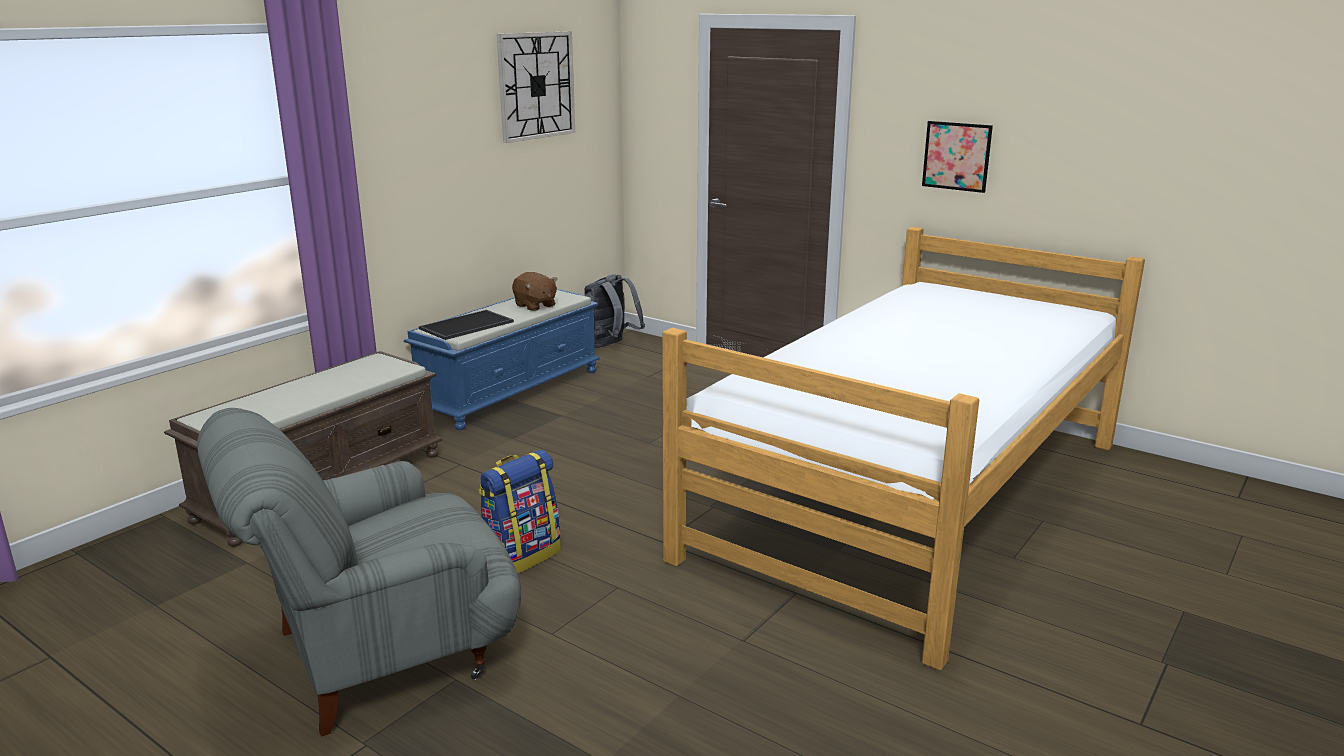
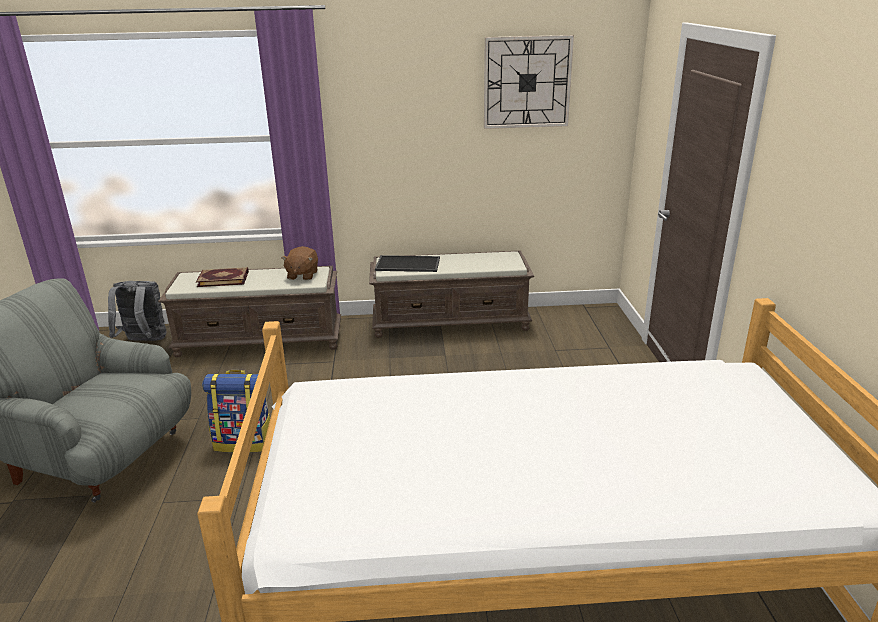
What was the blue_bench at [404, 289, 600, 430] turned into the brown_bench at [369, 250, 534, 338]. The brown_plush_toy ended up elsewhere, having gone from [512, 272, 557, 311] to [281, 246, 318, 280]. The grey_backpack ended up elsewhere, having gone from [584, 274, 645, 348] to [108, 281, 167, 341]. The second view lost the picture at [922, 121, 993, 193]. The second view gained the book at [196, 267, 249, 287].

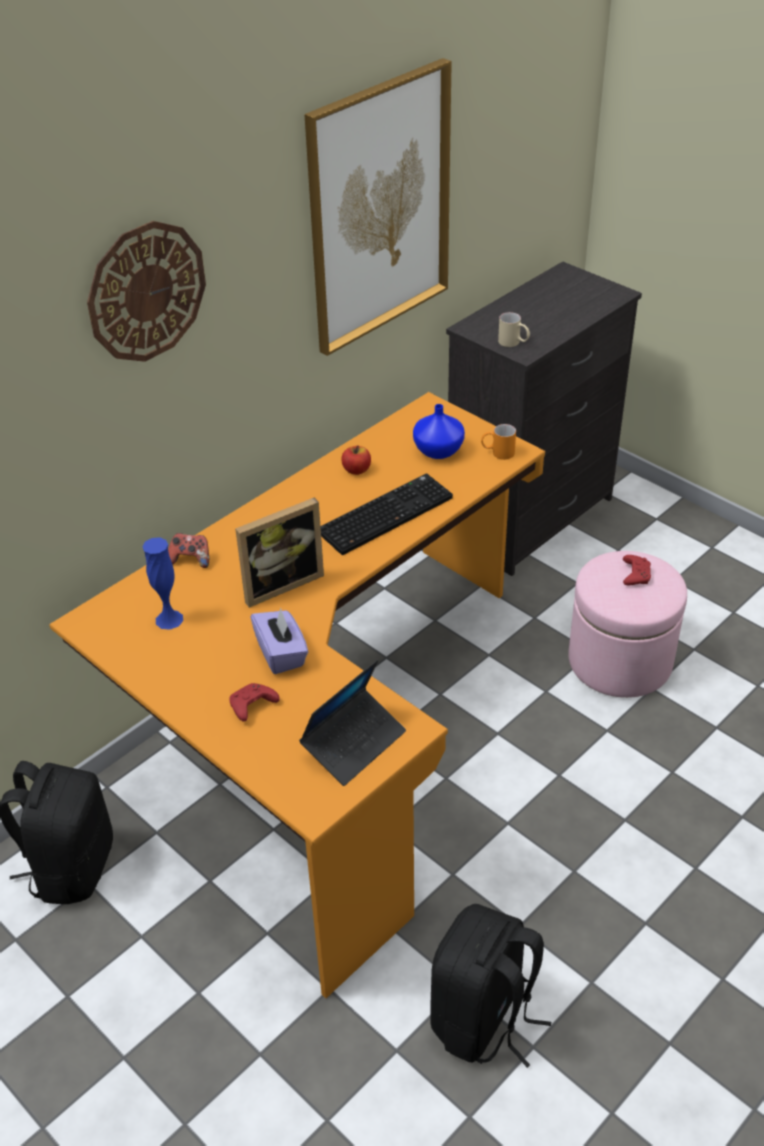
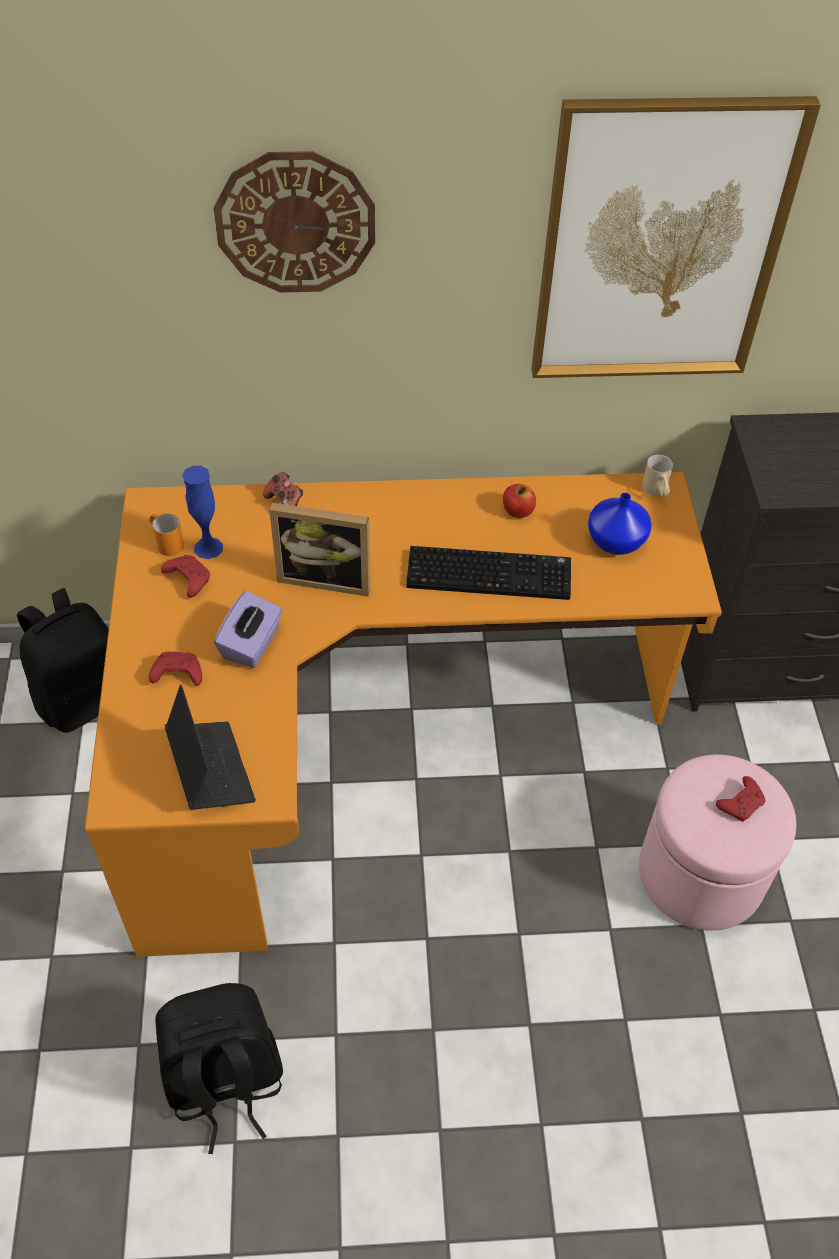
The laptop at [299, 660, 406, 786] ended up facing another way, 105 degrees counterclockwise from before. The orange_mug ended up elsewhere, having gone from [481, 424, 516, 460] to [149, 514, 184, 556]. The beige_mug ended up elsewhere, having gone from [498, 312, 530, 347] to [642, 455, 673, 497]. The second view gained the red_game_controller at [161, 555, 210, 598].

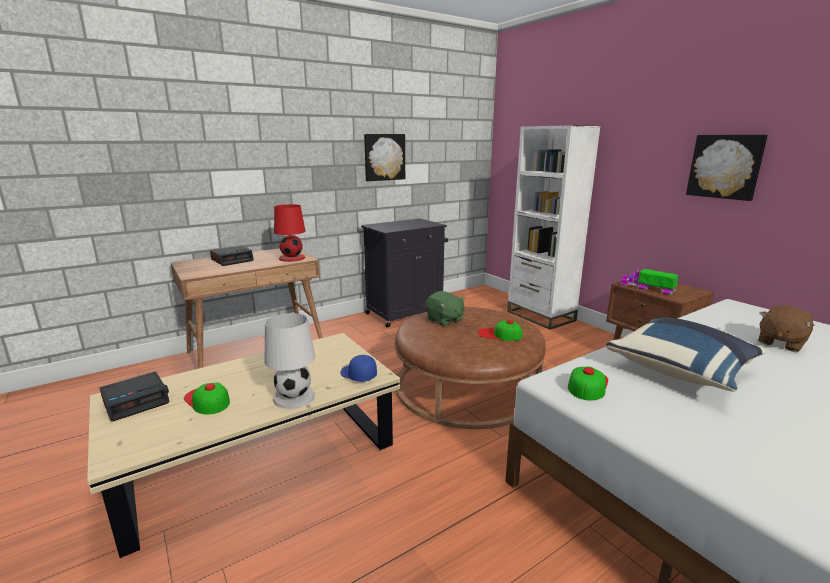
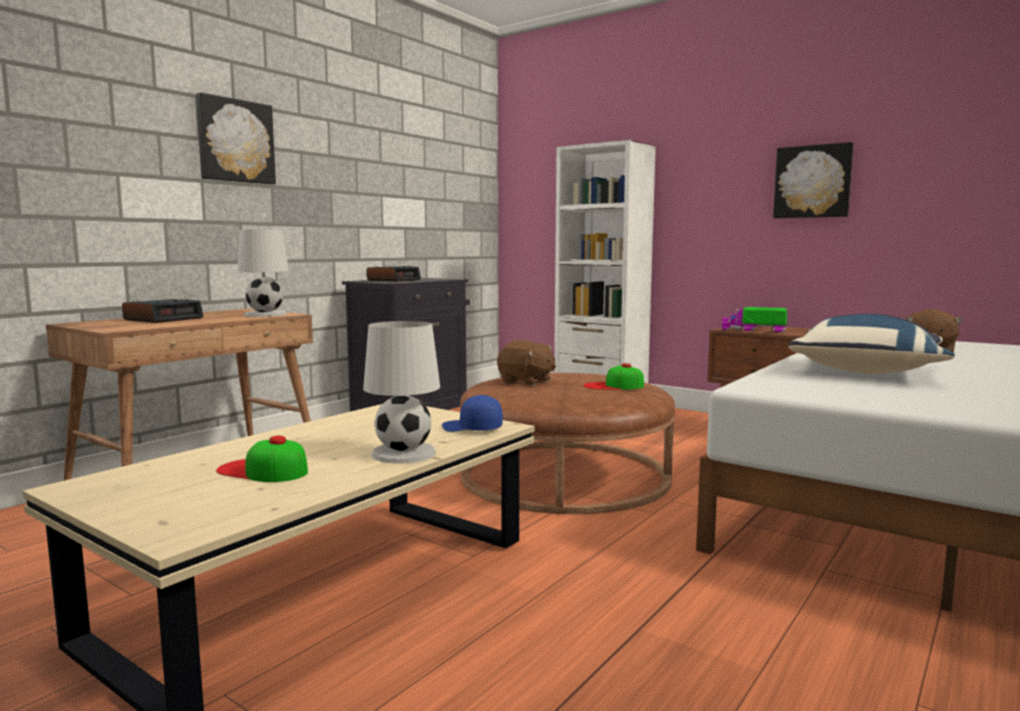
The alarm_clock ended up elsewhere, having gone from [100, 371, 170, 421] to [367, 266, 421, 281]. What was the red_table_lamp at [274, 204, 305, 262] turned into the white_table_lamp at [238, 230, 289, 317]. The picture ended up elsewhere, having gone from [364, 134, 405, 181] to [196, 92, 276, 184]. What was the green_plush_toy at [425, 291, 465, 326] turned into the brown_plush_toy at [497, 340, 556, 386]. The second view lost the cap at [568, 367, 608, 401].

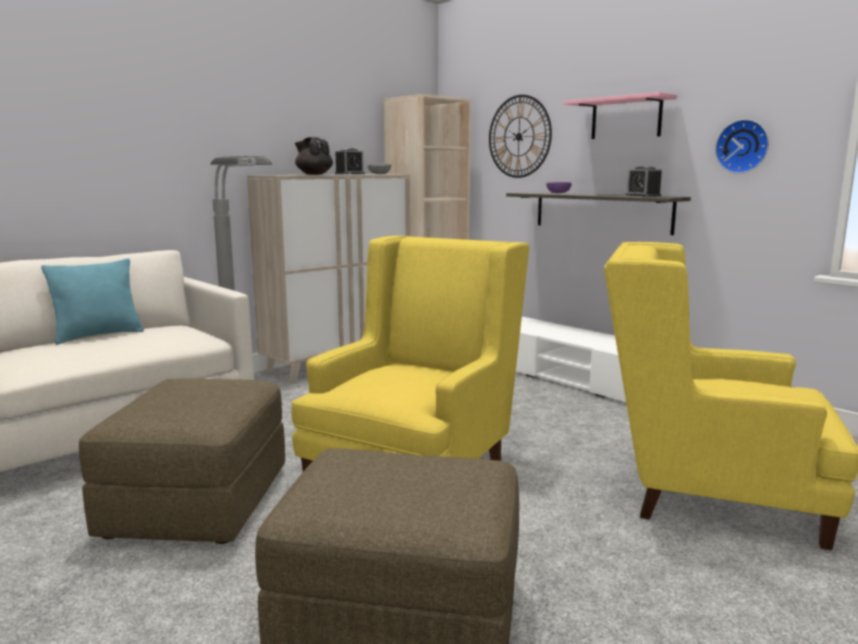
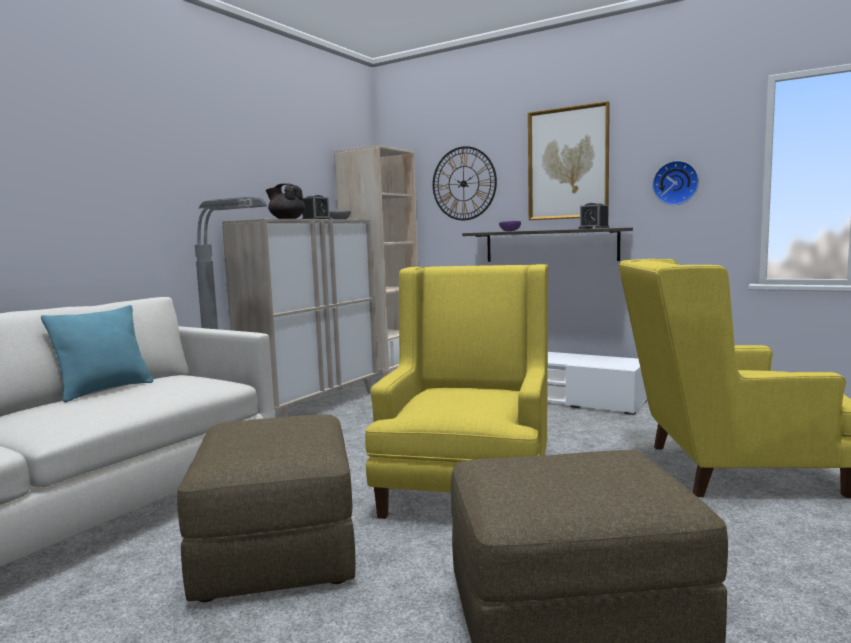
Where the pink_shelf hung at [564, 92, 677, 139], the picture came to hang at [528, 101, 610, 220].

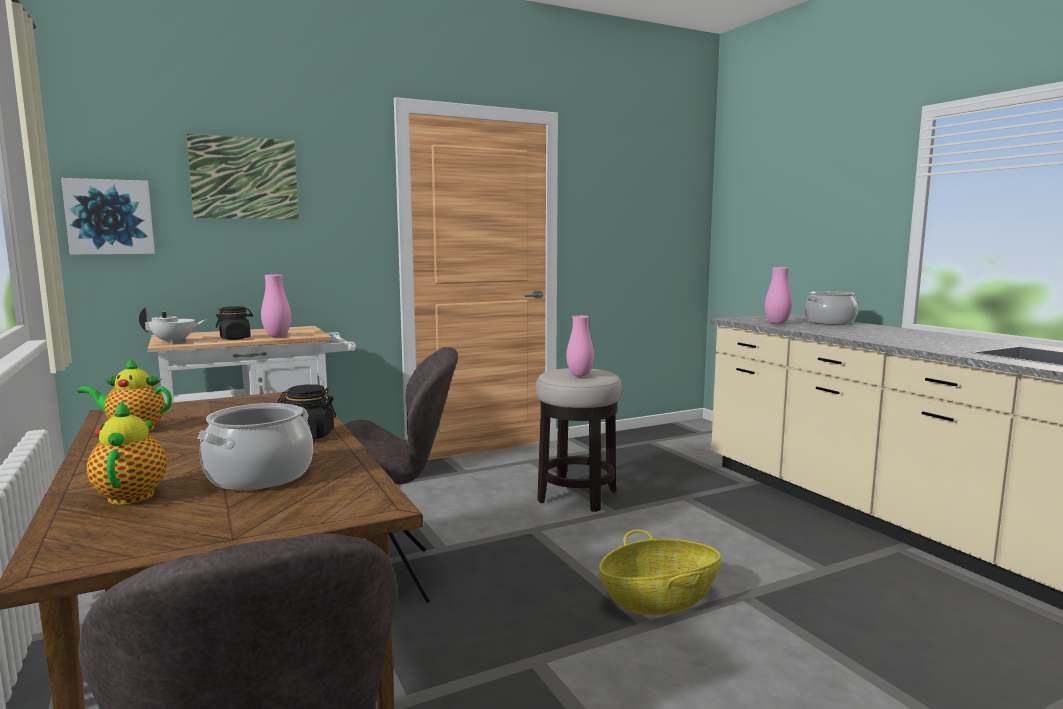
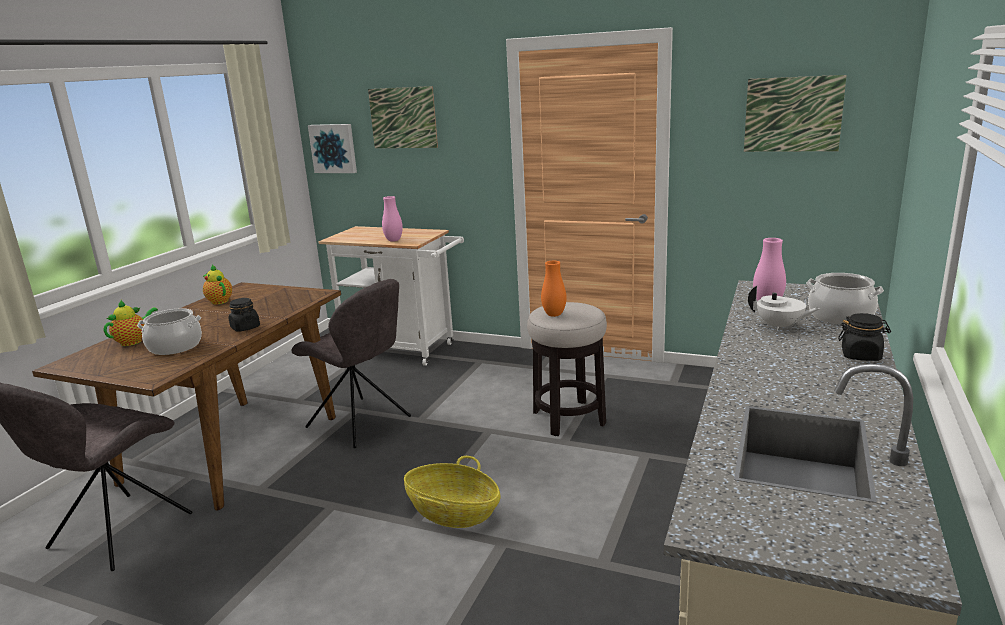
The white_teapot ended up elsewhere, having gone from [139, 307, 207, 344] to [748, 286, 820, 331]. The black_jar ended up elsewhere, having gone from [216, 306, 253, 340] to [838, 313, 891, 361]. What was the pink_vase at [566, 315, 594, 377] turned into the orange_vase at [541, 261, 566, 317]. The second view gained the picture at [744, 75, 846, 152].

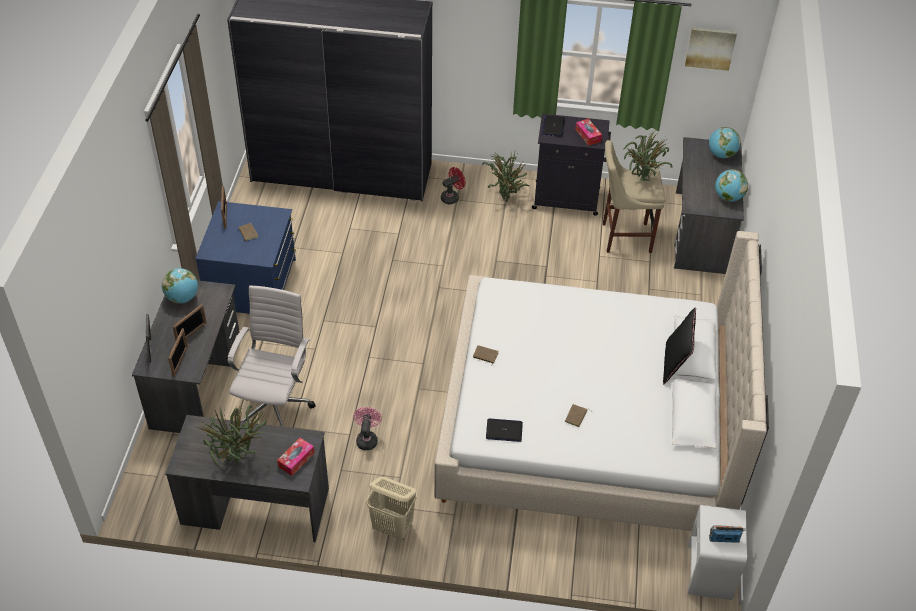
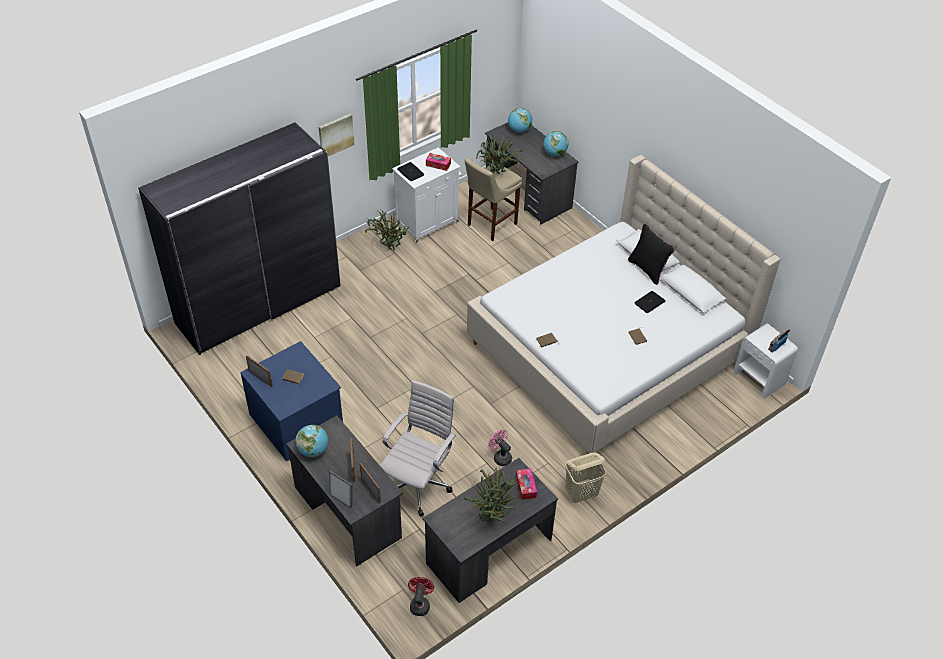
The white_office_chair at [228, 285, 316, 427] ended up facing another way, 60 degrees clockwise from before. The red_fan ended up elsewhere, having gone from [441, 167, 466, 204] to [408, 577, 434, 616]. The laptop ended up elsewhere, having gone from [486, 418, 523, 442] to [634, 291, 665, 313]. What was the black_cabinet at [532, 114, 611, 216] turned into the white_cabinet at [392, 148, 462, 244]. The picture ended up elsewhere, having gone from [685, 27, 737, 71] to [319, 114, 354, 156].

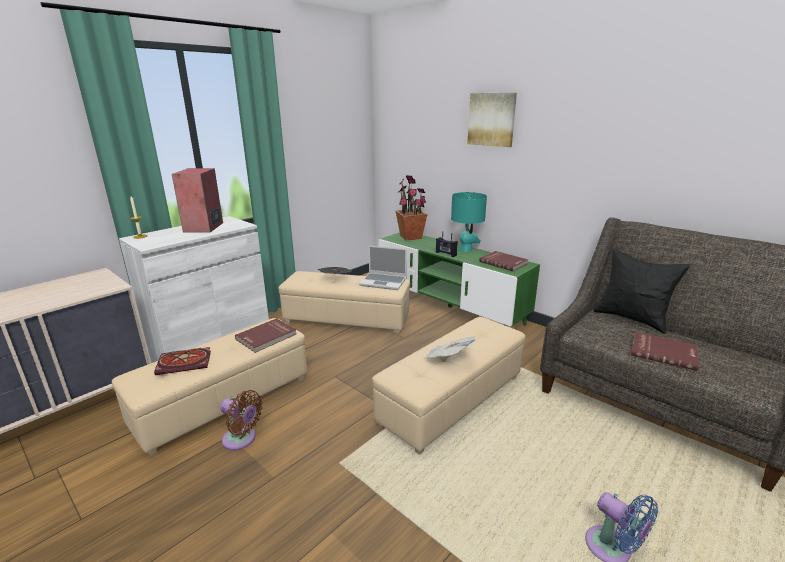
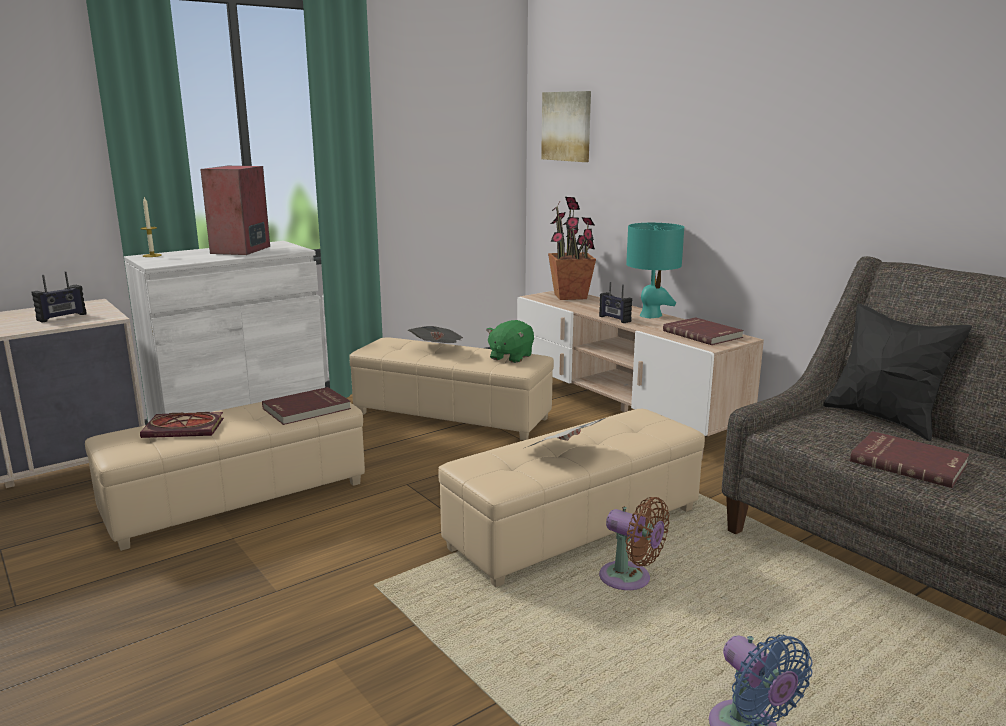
The brown_fan ended up elsewhere, having gone from [220, 390, 262, 450] to [599, 497, 669, 590]. Where the laptop stood at [359, 245, 407, 290], the green_plush_toy came to stand at [486, 320, 534, 363]. What was the green_tv_stand at [378, 233, 540, 327] turned into the beige_tv_stand at [517, 291, 764, 459]. The picture ended up elsewhere, having gone from [467, 93, 517, 147] to [541, 91, 591, 162]. The second view gained the radio at [32, 272, 86, 322].

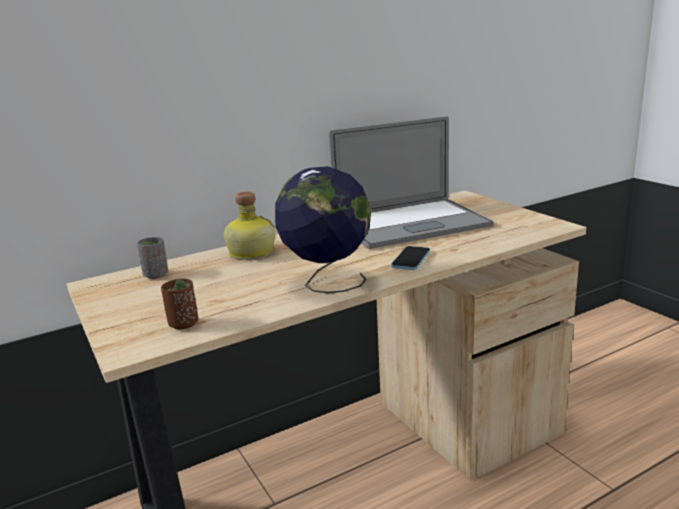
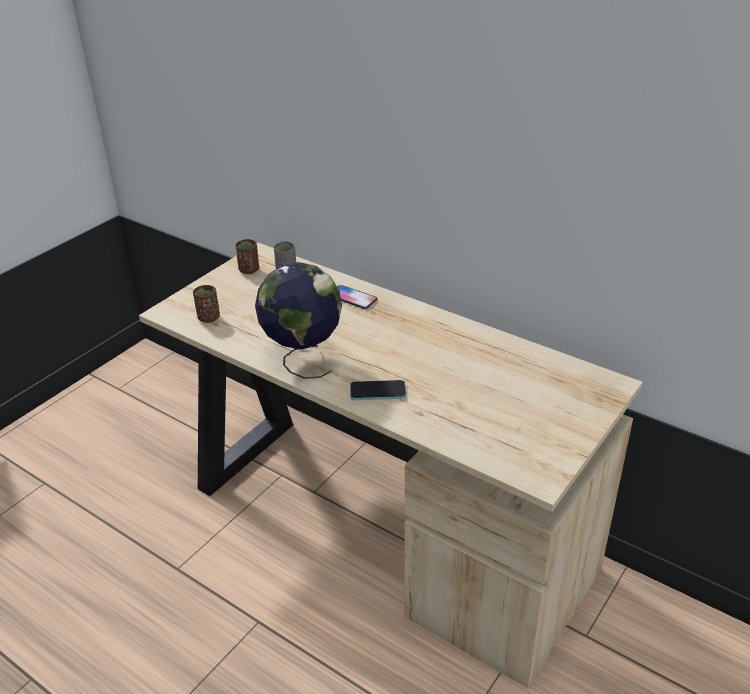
Where the bottle stood at [224, 192, 275, 260], the phone came to stand at [338, 285, 378, 309]. The second view lost the laptop at [329, 116, 494, 249]. The second view gained the brown_cup at [236, 239, 259, 274].

